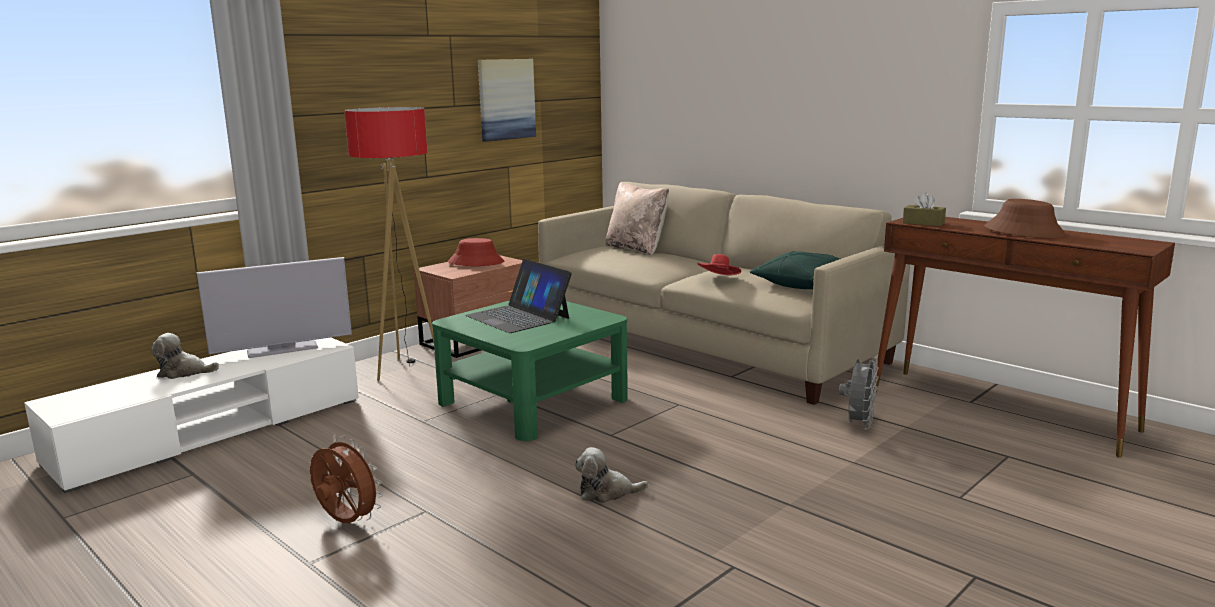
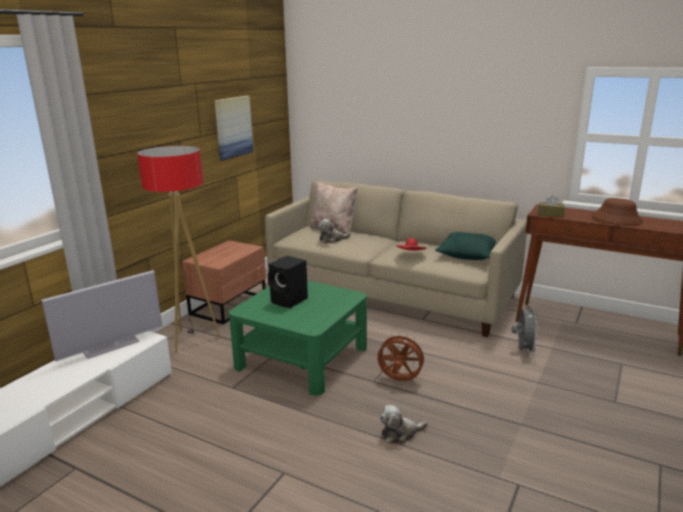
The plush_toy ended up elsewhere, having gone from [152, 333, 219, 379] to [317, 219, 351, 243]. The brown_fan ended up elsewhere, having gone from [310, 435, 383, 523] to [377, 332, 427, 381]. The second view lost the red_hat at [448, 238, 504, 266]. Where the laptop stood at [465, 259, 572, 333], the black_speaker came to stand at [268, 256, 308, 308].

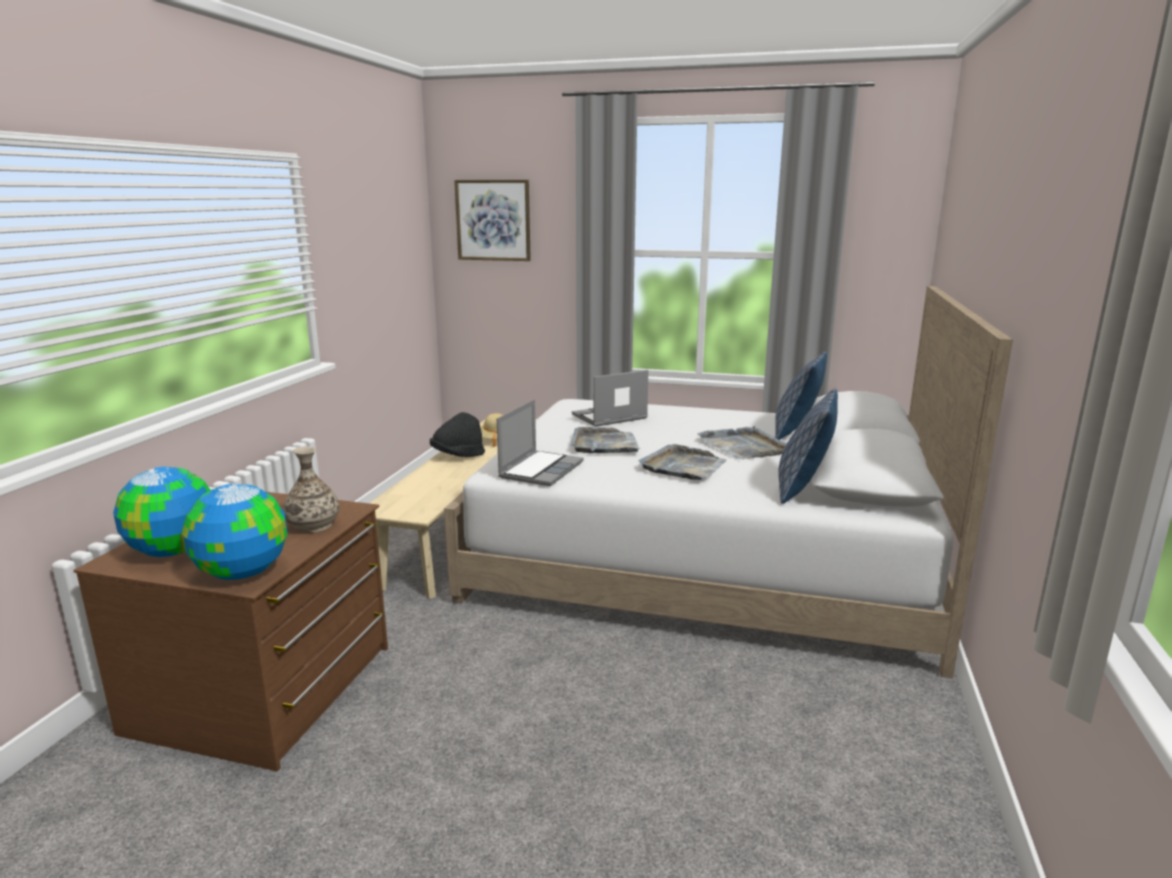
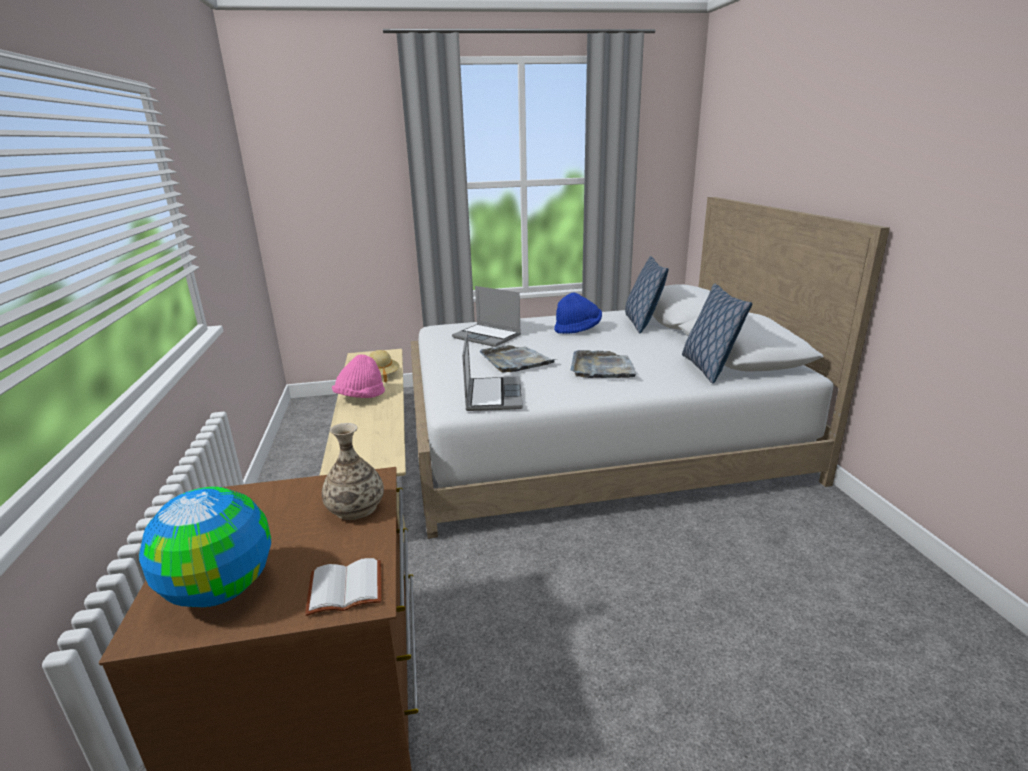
Where the globe stood at [182, 484, 287, 580], the white_book came to stand at [305, 558, 381, 616]. What was the black_hat at [430, 412, 485, 457] turned into the pink_hat at [332, 354, 385, 398]. The second view lost the picture at [454, 180, 531, 261]. The laptop at [572, 370, 649, 427] ended up facing another way, 90 degrees counterclockwise from before. The second view lost the grey_tray at [697, 426, 787, 459]. The second view gained the blue_hat at [554, 292, 602, 334].

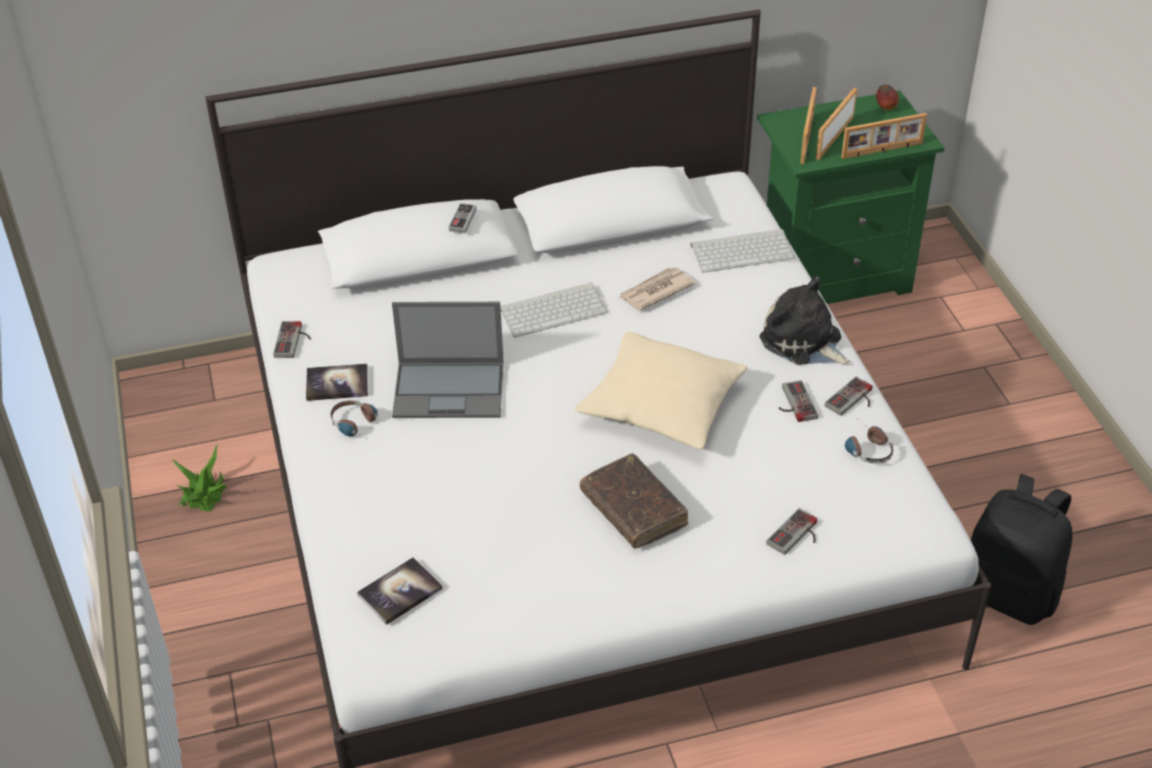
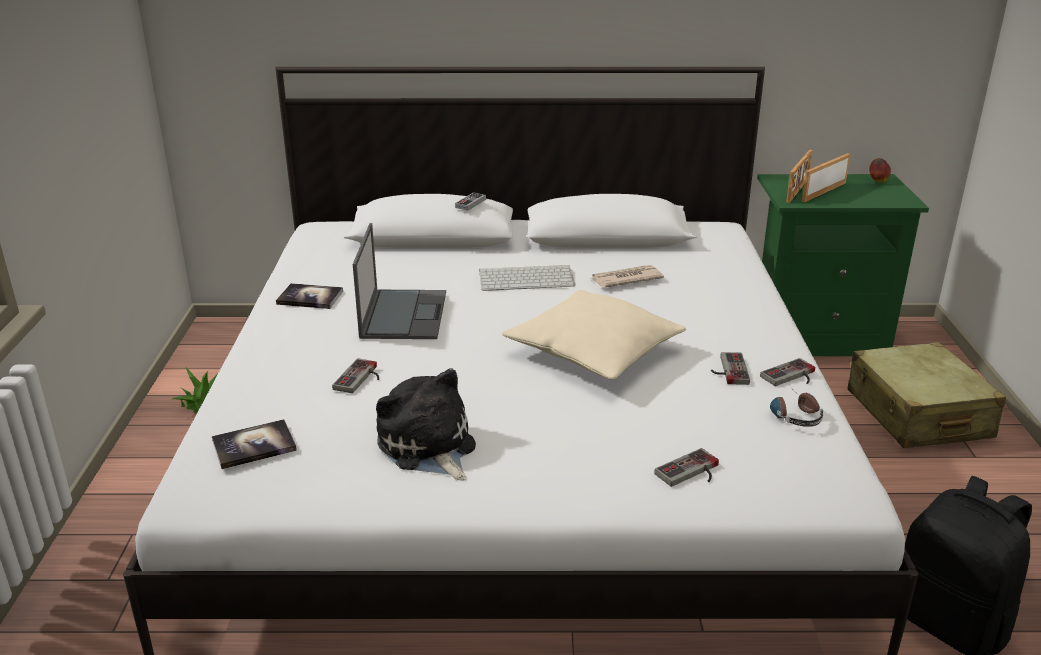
The game_controller ended up elsewhere, having gone from [273, 321, 311, 358] to [332, 358, 379, 393]. The second view lost the headphones at [330, 400, 378, 437]. The laptop at [392, 302, 504, 418] ended up facing another way, 105 degrees counterclockwise from before. The second view lost the brown_book at [580, 453, 688, 549]. The second view lost the keyboard at [691, 229, 795, 273]. The plush_toy ended up elsewhere, having gone from [759, 276, 851, 365] to [376, 368, 476, 481]. The second view lost the picture_frame at [842, 113, 927, 159]. The second view gained the beige_suitcase at [848, 342, 1006, 448].

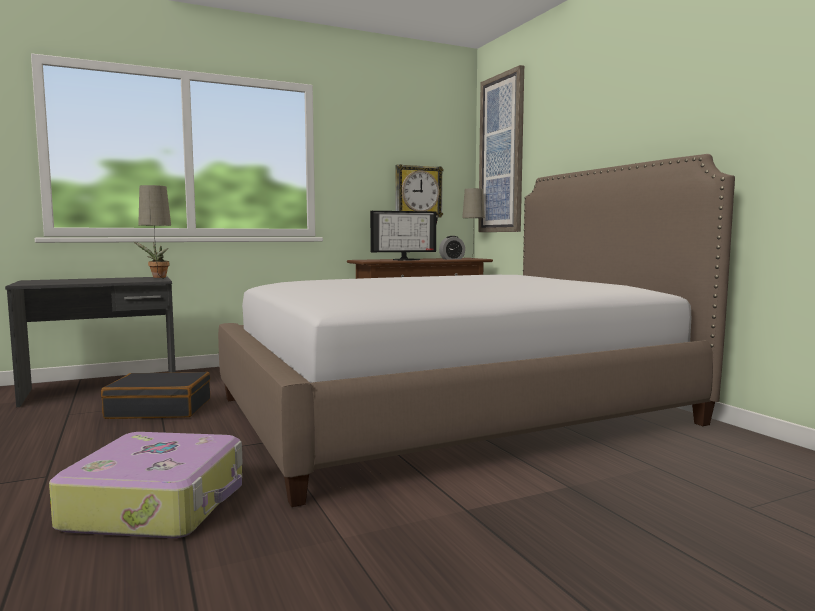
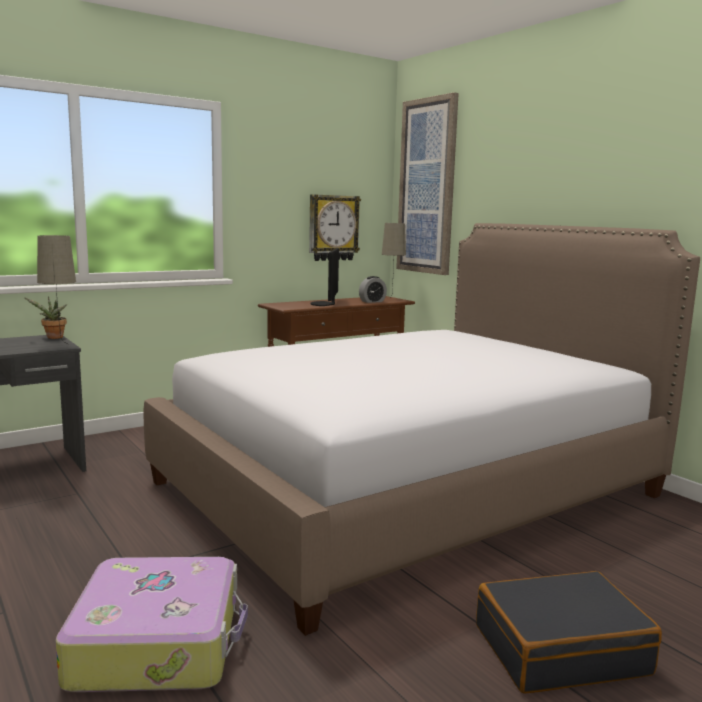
The black_suitcase ended up elsewhere, having gone from [101, 372, 210, 419] to [476, 571, 662, 694]. The monitor at [370, 211, 436, 260] ended up facing another way, 120 degrees clockwise from before.

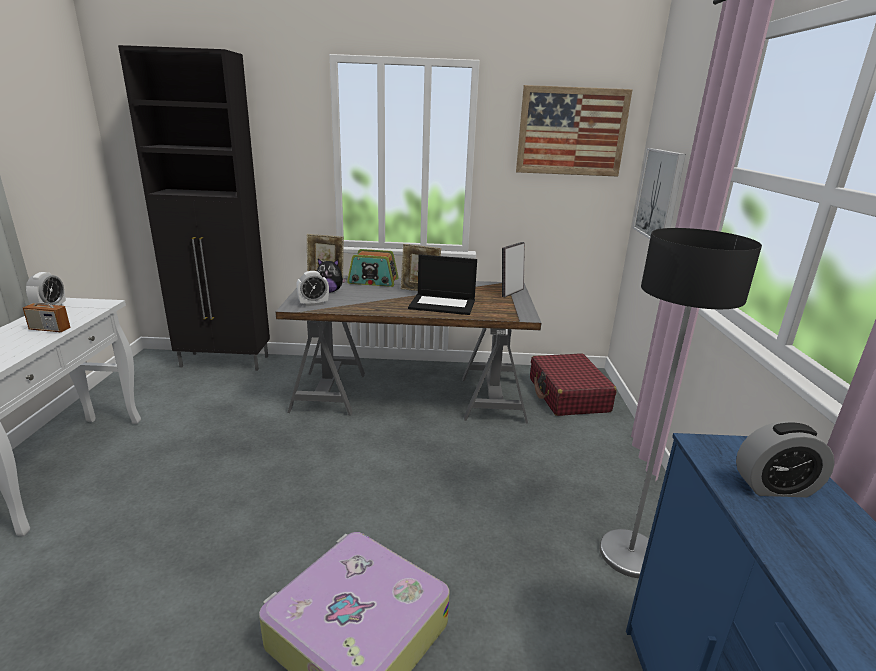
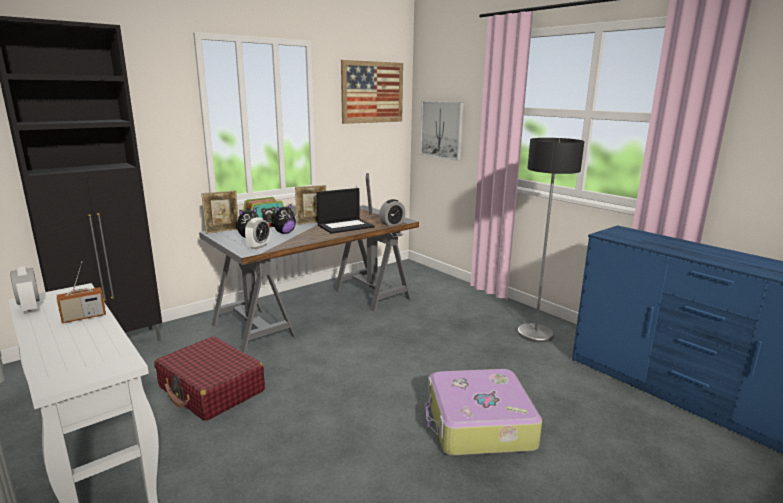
The red_suitcase ended up elsewhere, having gone from [530, 354, 617, 416] to [154, 336, 265, 421]. The alarm_clock ended up elsewhere, having gone from [736, 421, 835, 497] to [379, 199, 405, 226]. The second view gained the plush_toy at [271, 204, 296, 234].

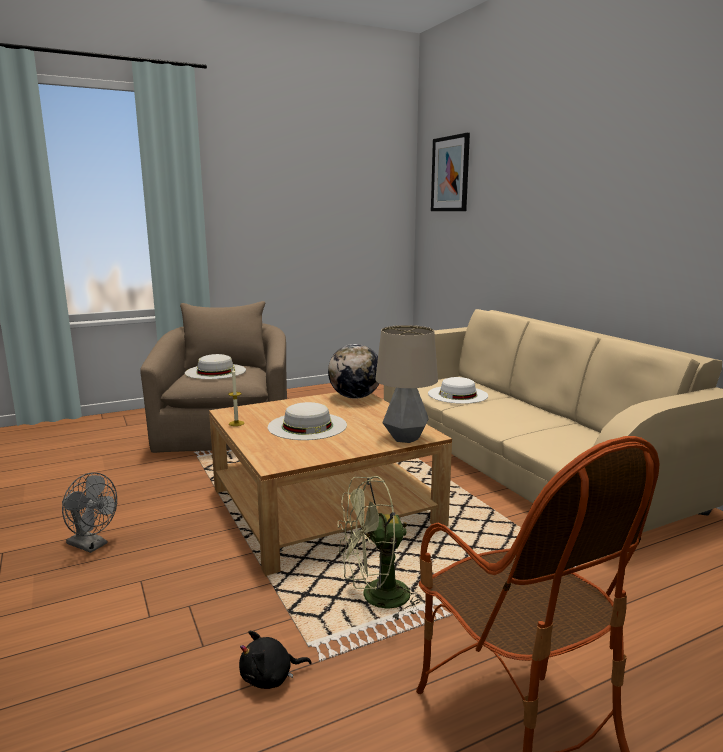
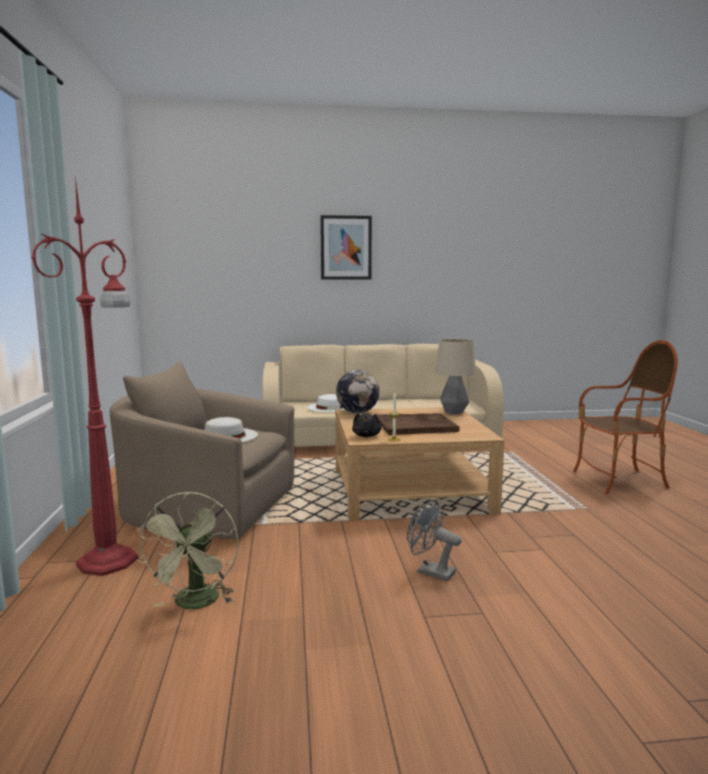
The grey_fan at [62, 472, 117, 553] ended up facing another way, 105 degrees counterclockwise from before. The black_plush_toy ended up elsewhere, having gone from [239, 631, 312, 689] to [352, 413, 382, 437]. Where the white_hat stood at [268, 402, 347, 440], the brown_tray came to stand at [377, 413, 460, 435]. The green_fan ended up elsewhere, having gone from [338, 476, 425, 621] to [136, 492, 238, 609]. The picture ended up elsewhere, having gone from [431, 133, 470, 211] to [320, 215, 372, 279]. The second view gained the red_floor_lamp at [31, 176, 138, 576].

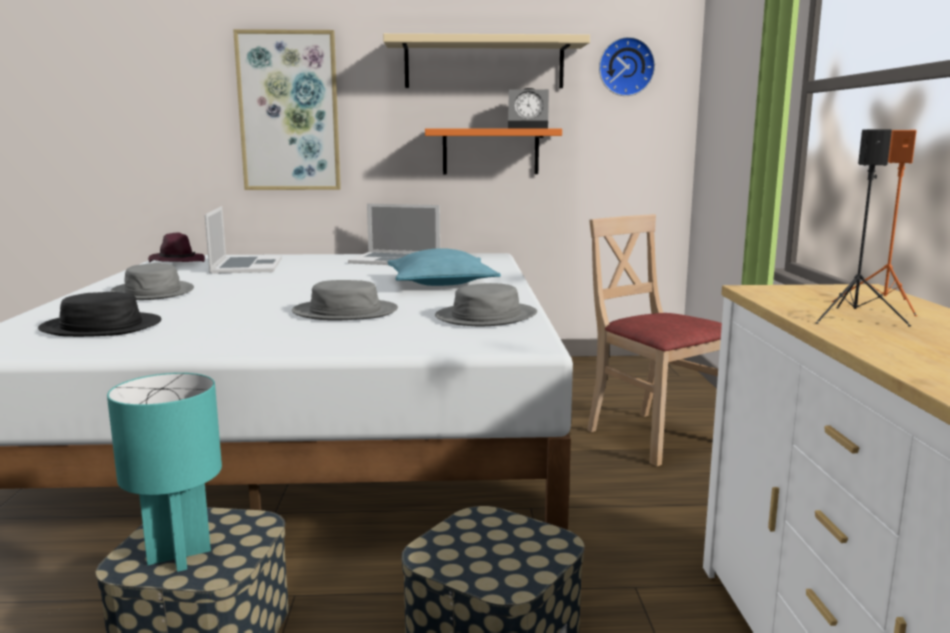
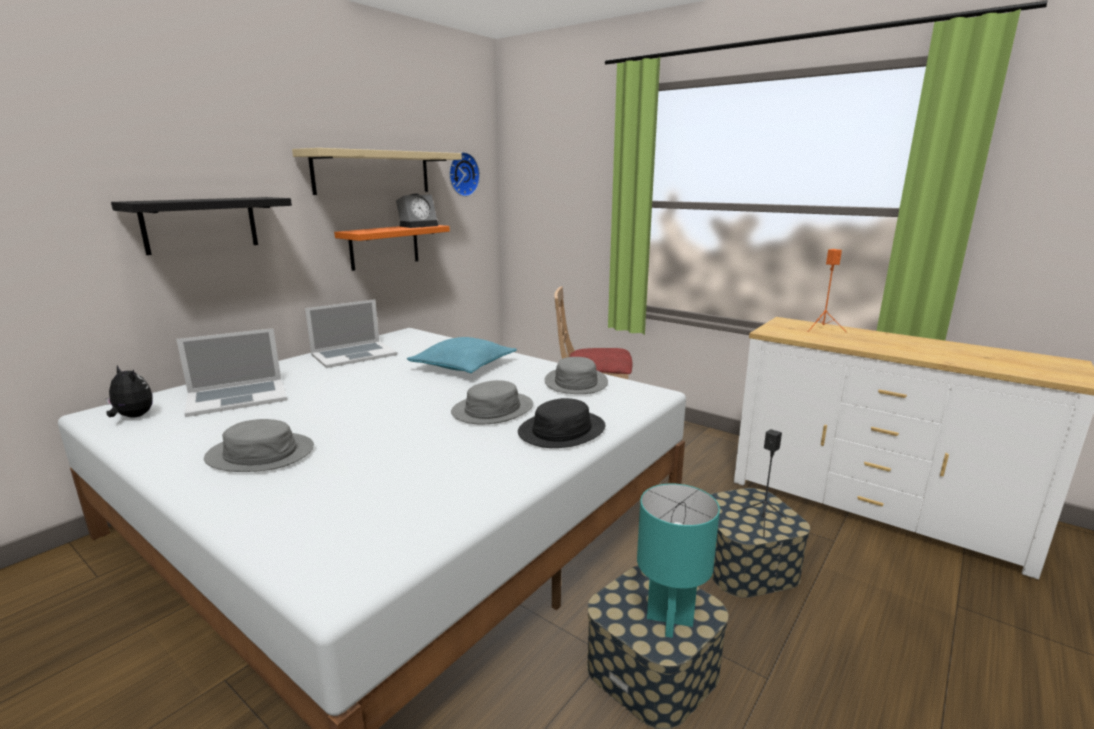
The black_hat ended up elsewhere, having gone from [38, 292, 161, 337] to [518, 398, 605, 448]. Where the purple_hat stood at [148, 233, 205, 262], the plush_toy came to stand at [106, 365, 153, 418]. The laptop at [205, 206, 282, 274] ended up facing another way, 120 degrees clockwise from before. Where the picture hung at [233, 29, 341, 190], the black_shelf came to hang at [111, 197, 292, 255]. The black_speaker ended up elsewhere, having gone from [815, 129, 911, 327] to [738, 429, 787, 537].

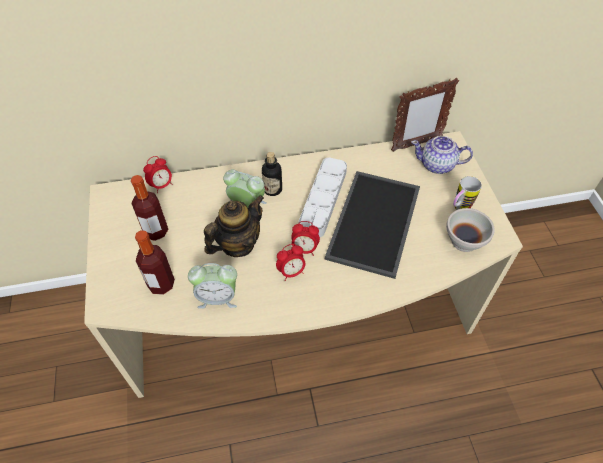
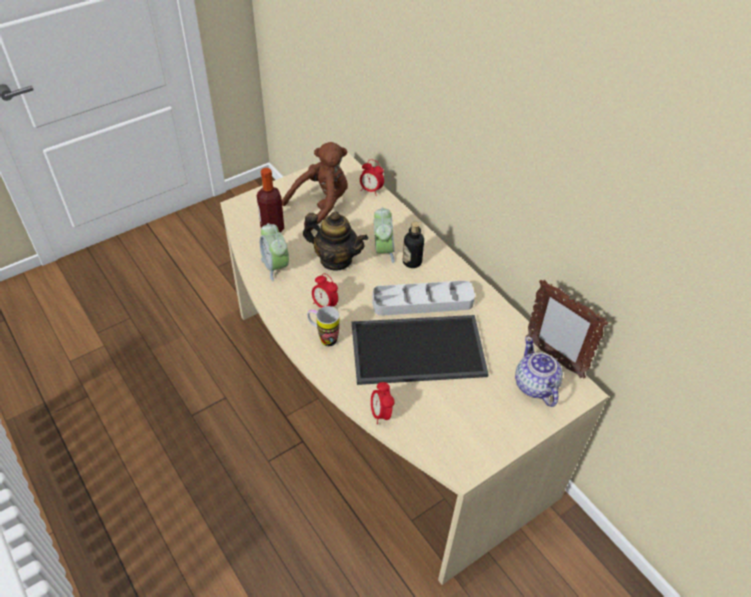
Where the bottle stood at [131, 175, 168, 241], the brown_plush_toy came to stand at [282, 142, 348, 230]. The alarm_clock ended up elsewhere, having gone from [291, 221, 320, 256] to [371, 382, 394, 424]. The second view lost the white_bowl at [446, 208, 495, 252]. The mug ended up elsewhere, having gone from [453, 176, 482, 210] to [307, 306, 340, 346].

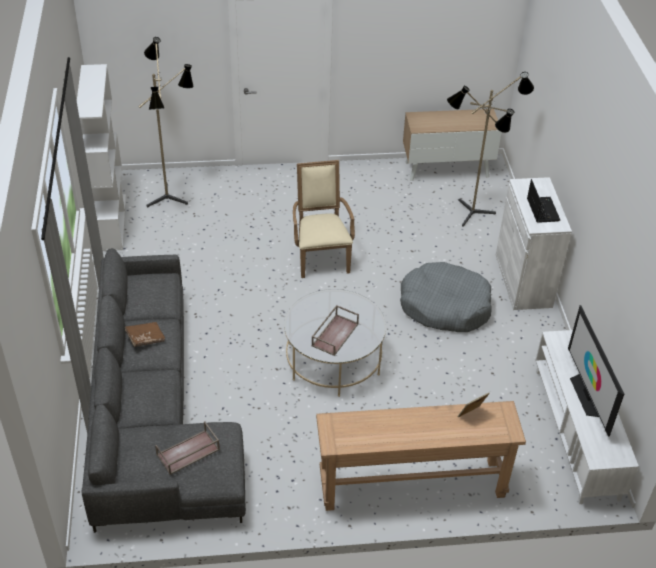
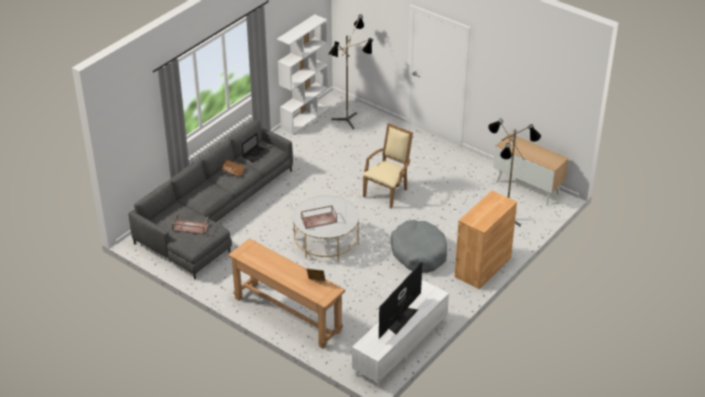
What was the white_cabinet at [496, 177, 572, 310] turned into the brown_cabinet at [455, 190, 517, 289]. The laptop ended up elsewhere, having gone from [527, 179, 560, 223] to [242, 133, 269, 162].

